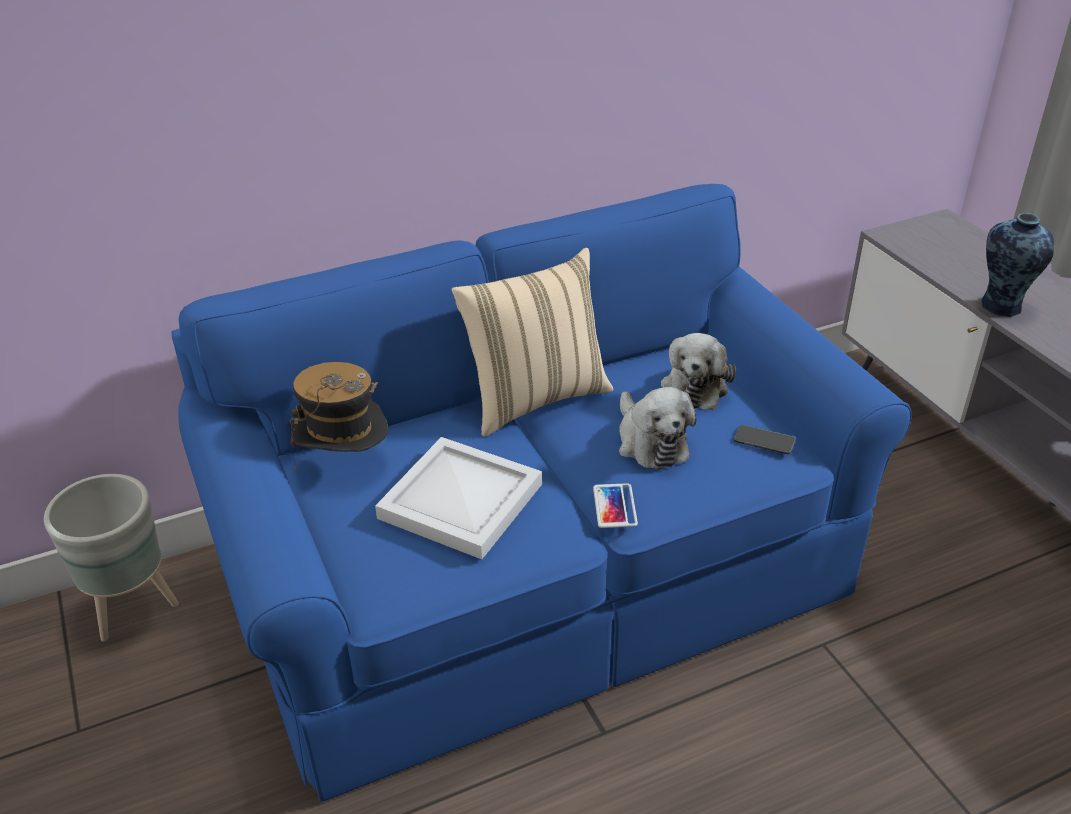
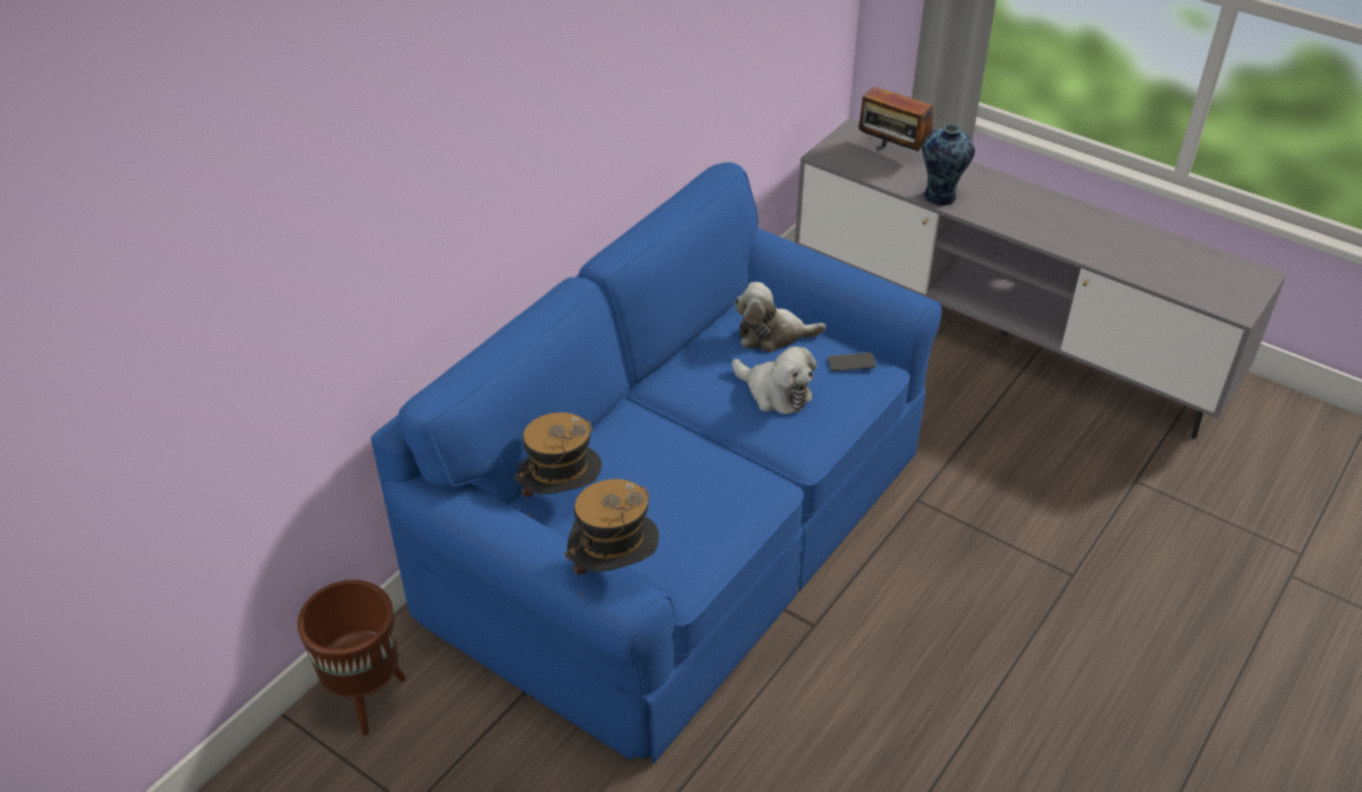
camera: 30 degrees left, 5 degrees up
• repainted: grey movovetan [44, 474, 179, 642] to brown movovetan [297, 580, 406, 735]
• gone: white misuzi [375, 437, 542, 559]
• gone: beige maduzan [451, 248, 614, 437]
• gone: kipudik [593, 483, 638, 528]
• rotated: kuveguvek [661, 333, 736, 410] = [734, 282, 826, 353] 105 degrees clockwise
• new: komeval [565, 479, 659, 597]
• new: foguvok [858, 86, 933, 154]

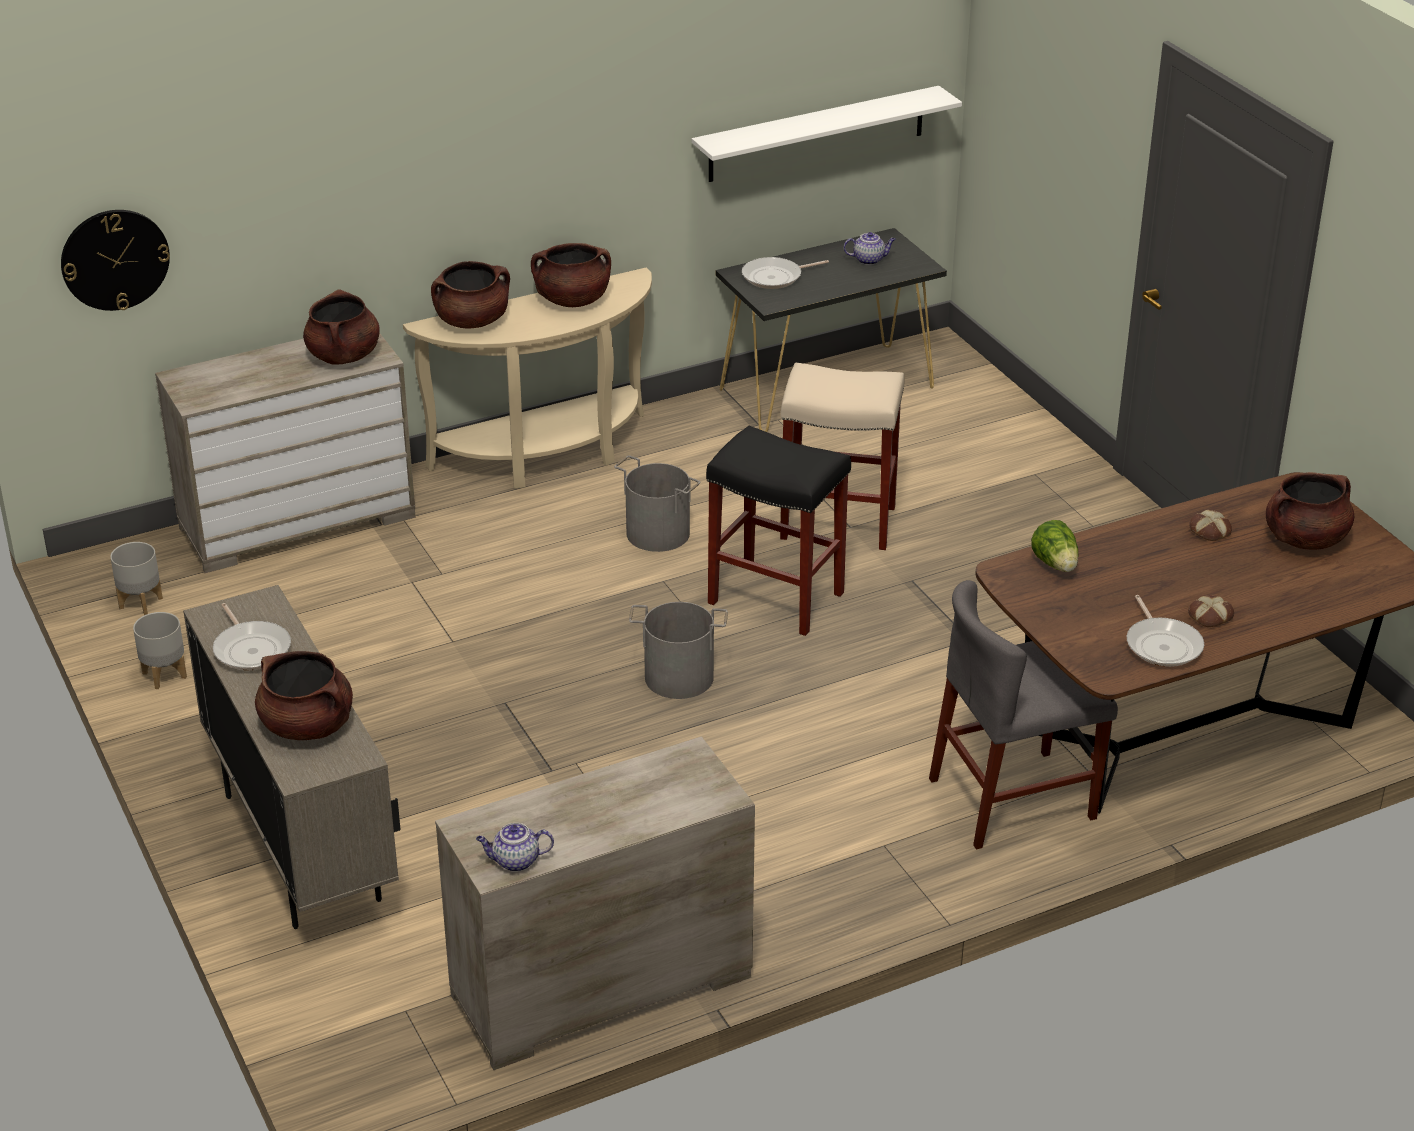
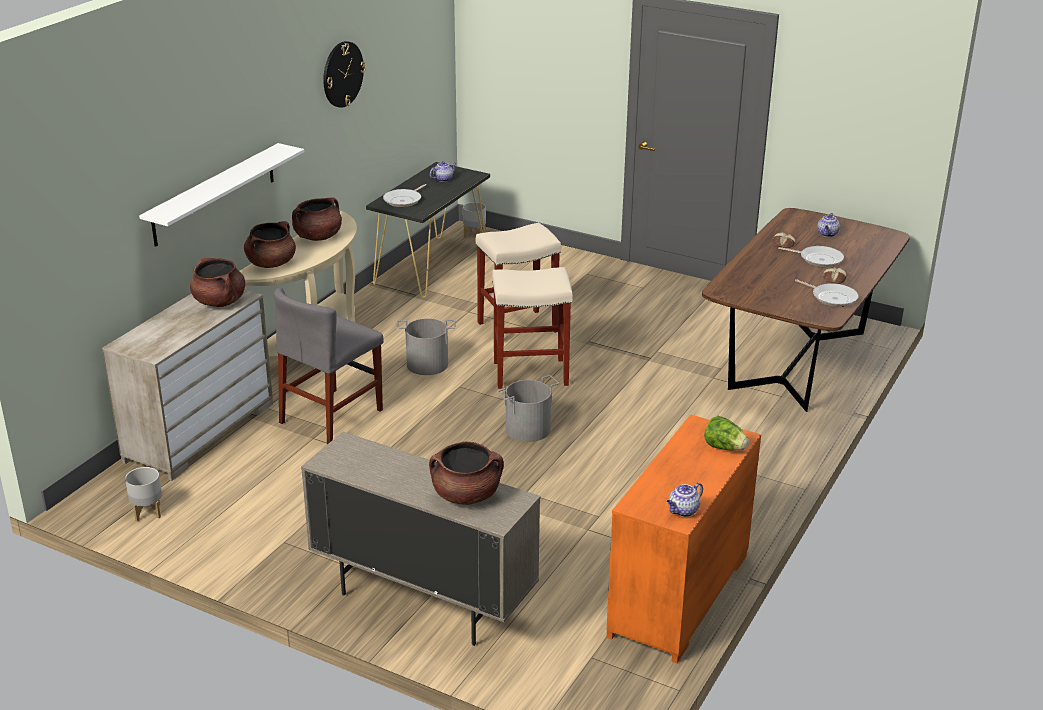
camera: 35 degrees left, 5 degrees down
• shifted: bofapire [61, 210, 170, 311] to [323, 41, 365, 108]
• shifted: grey movovetan [133, 612, 187, 689] to [463, 202, 486, 238]
• shifted: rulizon [213, 603, 291, 670] to [778, 246, 844, 267]
• repainted: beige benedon [435, 737, 755, 1070] to orange benedon [606, 414, 761, 663]
• shifted: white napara [692, 86, 962, 182] to [139, 143, 304, 247]
• repainted: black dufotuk [706, 426, 851, 636] to beige dufotuk [492, 267, 573, 389]
• shifted: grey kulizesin [929, 580, 1118, 850] to [274, 288, 384, 444]
• shifted: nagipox [1031, 520, 1078, 572] to [704, 416, 749, 450]
• swapped: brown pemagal [1266, 472, 1354, 550] to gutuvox [817, 213, 840, 237]

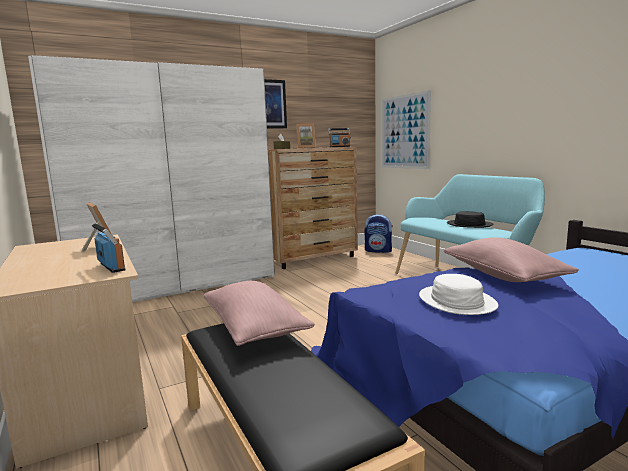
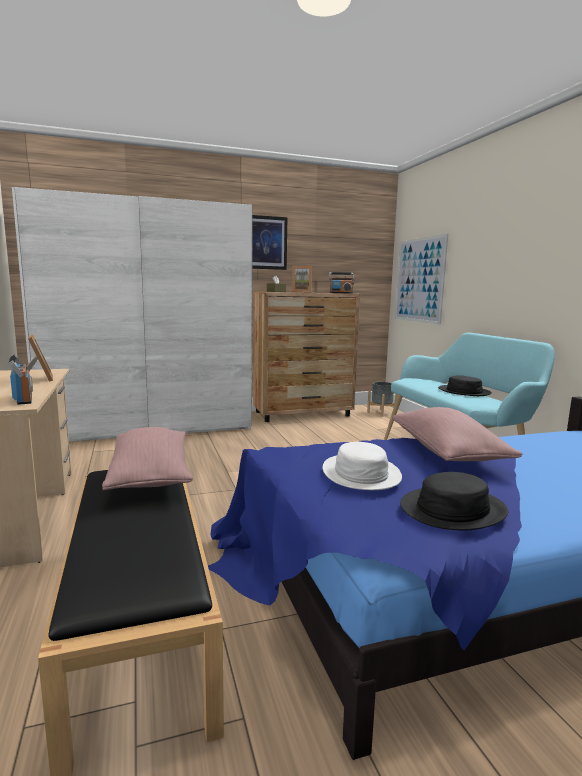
camera: 10 degrees right, 0 degrees up
• swapped: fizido [365, 214, 393, 253] to grey movovetan [367, 382, 398, 417]
• new: black komeval [400, 472, 508, 530]

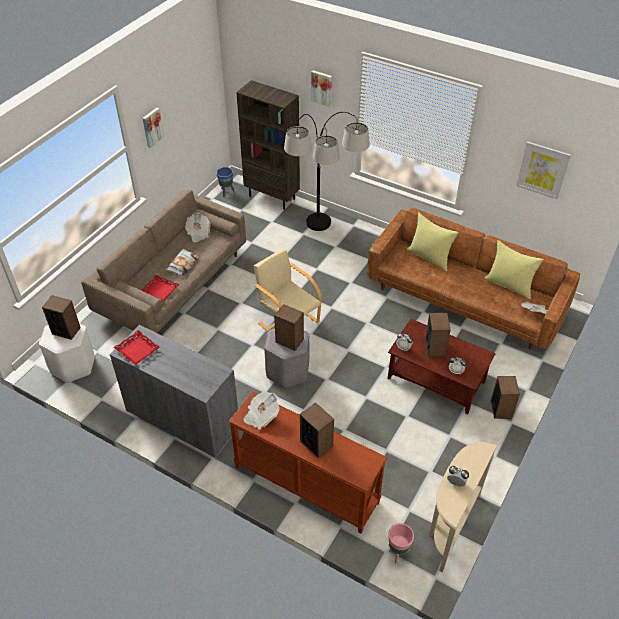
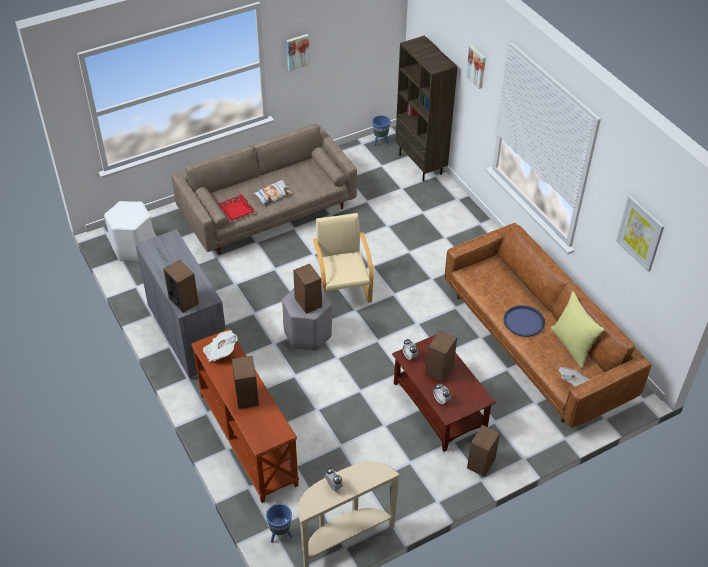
camera: 30 degrees right, 0 degrees up
• shifted: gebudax [42, 295, 81, 340] to [163, 260, 199, 313]
• gone: red misuzi [114, 330, 160, 365]
• gone: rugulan [185, 213, 211, 242]
• gone: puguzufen [284, 112, 370, 231]
• repainted: pink movovetan [388, 523, 414, 564] to blue movovetan [266, 504, 292, 543]
• gone: yellow maduzan [406, 213, 459, 271]
• new: blue misuzi [504, 305, 545, 337]

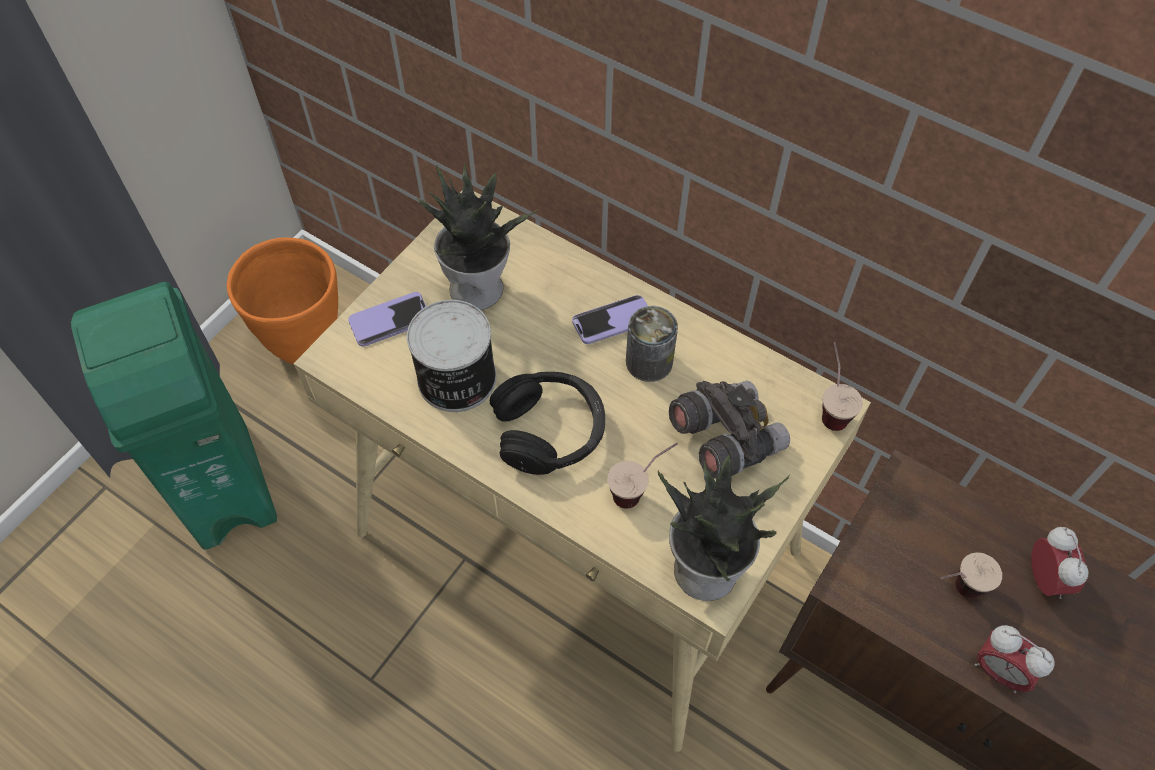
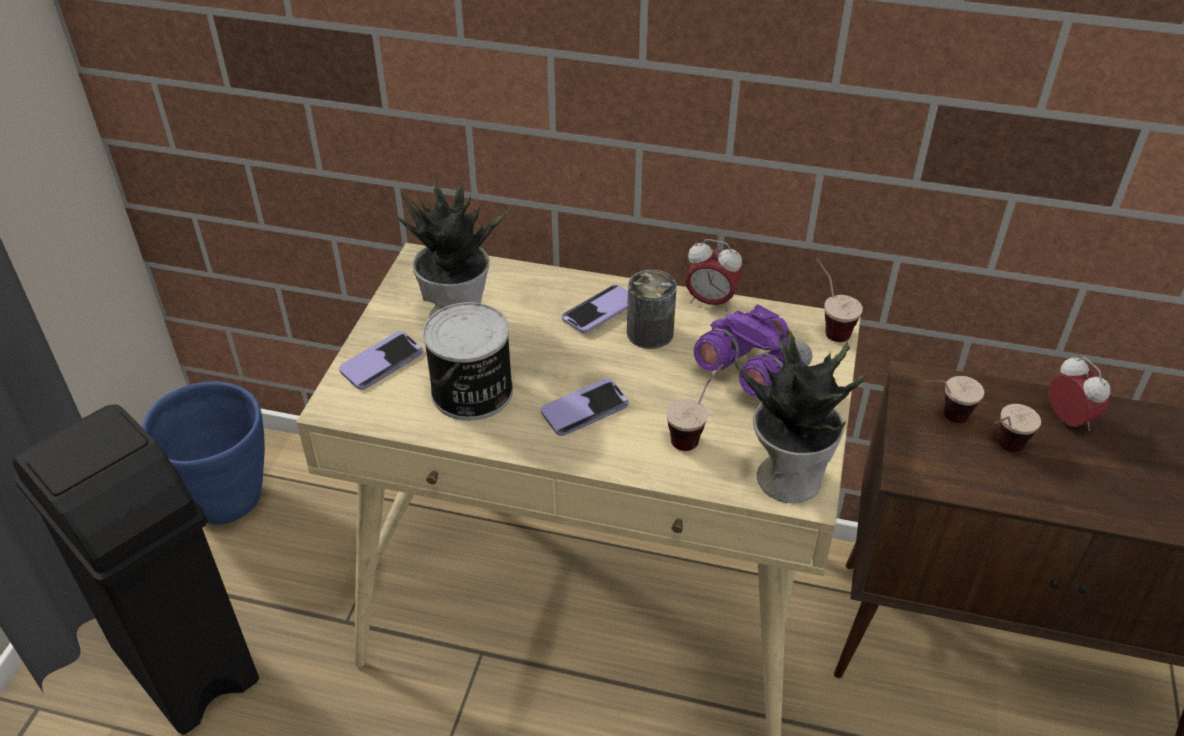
camera: 20 degrees left, 15 degrees down
• repainted: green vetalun [71, 282, 277, 550] to black vetalun [13, 404, 259, 735]
• repainted: orange movovetan [227, 237, 338, 365] to blue movovetan [141, 381, 265, 525]
• swapped: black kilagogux [490, 372, 605, 475] to kipudik [541, 378, 629, 436]
• repainted: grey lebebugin [669, 380, 790, 479] to purple lebebugin [694, 304, 812, 397]
• shifted: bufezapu [975, 625, 1054, 693] to [685, 239, 742, 311]
• new: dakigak [925, 376, 984, 423]

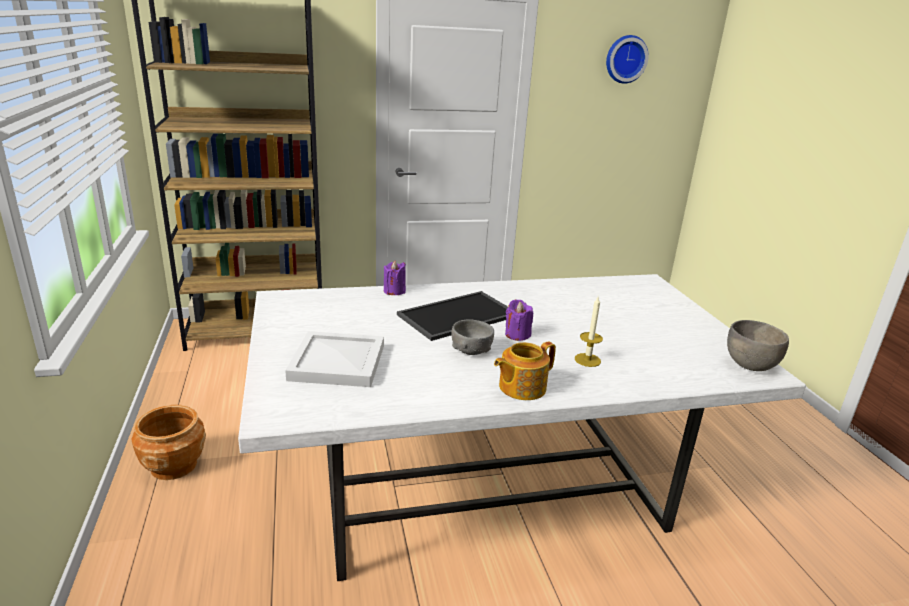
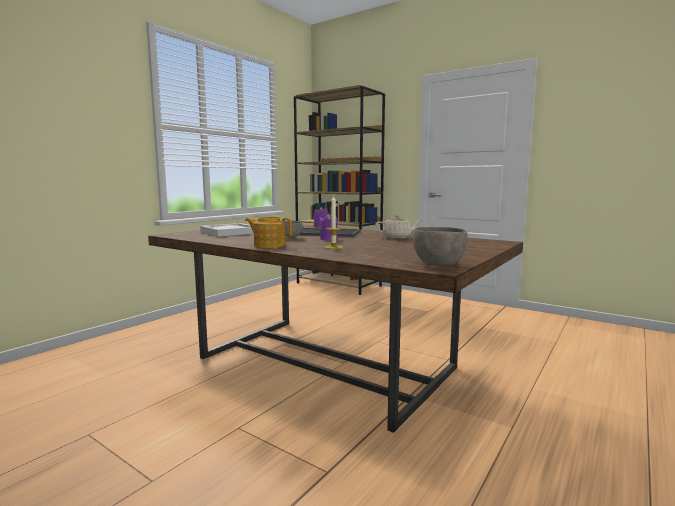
camera: 50 degrees right, 15 degrees down
• gone: brown movovetan [131, 405, 206, 480]
• repainted: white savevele [238, 274, 806, 581] to brown savevele [148, 224, 523, 433]
• gone: bofapire [606, 35, 649, 84]
• new: beige gutuvox [375, 215, 423, 239]

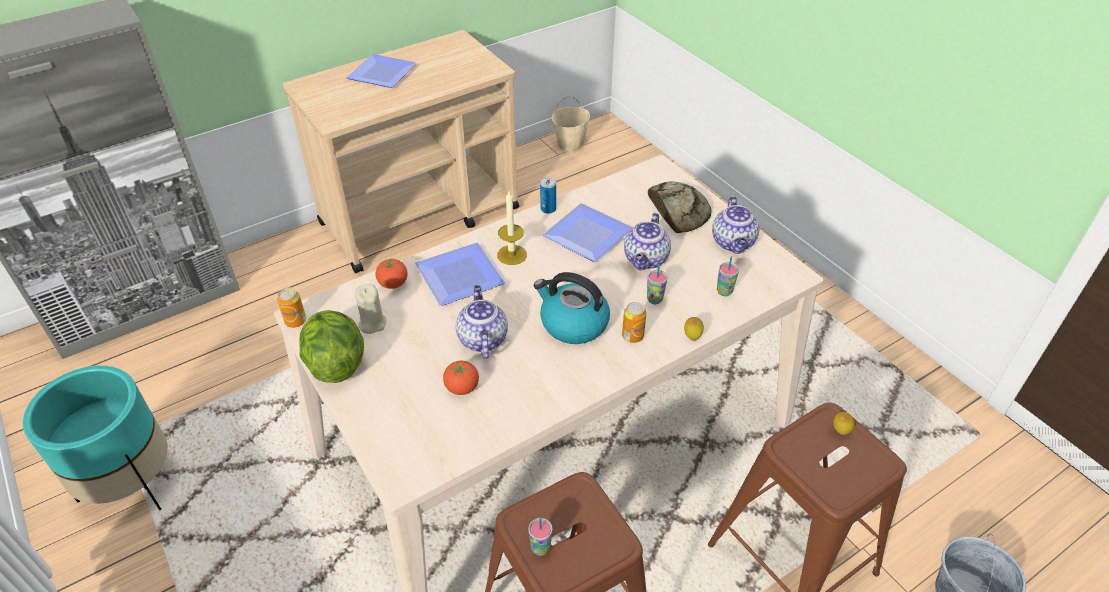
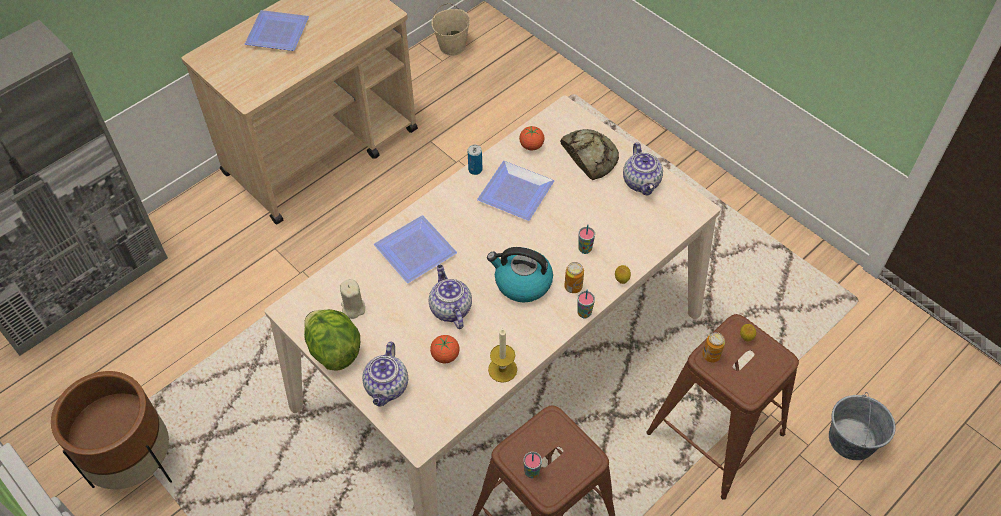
camera: 10 degrees left, 10 degrees up
• repainted: turquoise movovetan [23, 366, 168, 510] to brown movovetan [51, 371, 172, 489]
• shifted: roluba [277, 287, 306, 328] to [702, 332, 725, 362]
• shifted: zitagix [376, 258, 407, 289] to [519, 126, 545, 150]
• shifted: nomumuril [497, 191, 527, 265] to [488, 328, 517, 383]
• shifted: gutuvox [624, 213, 671, 270] to [362, 342, 408, 407]
• shifted: dakigak [717, 256, 739, 296] to [577, 290, 595, 318]

